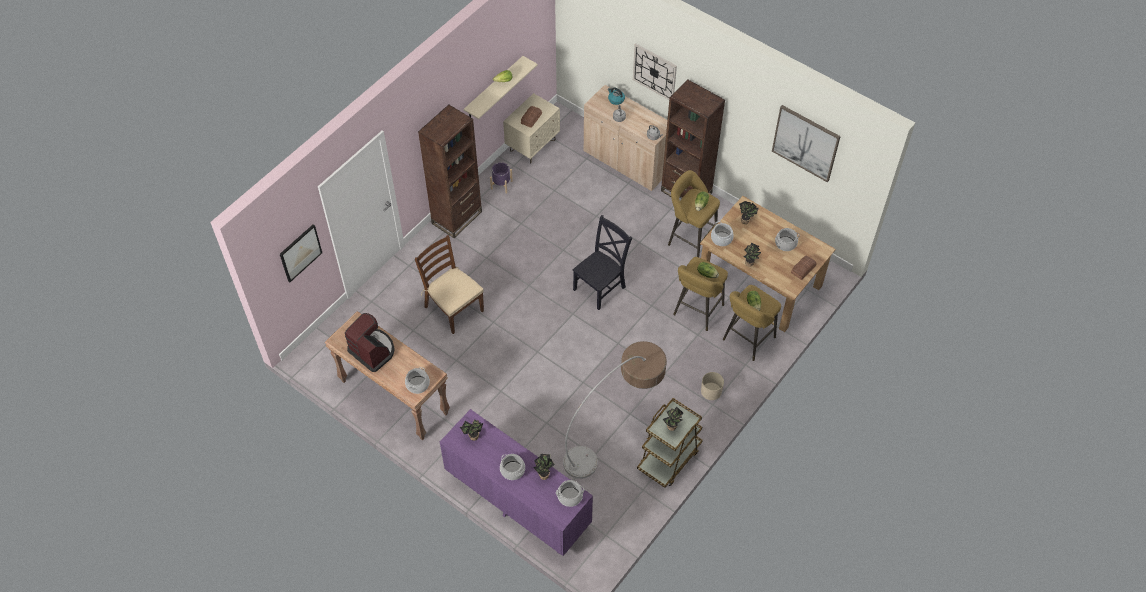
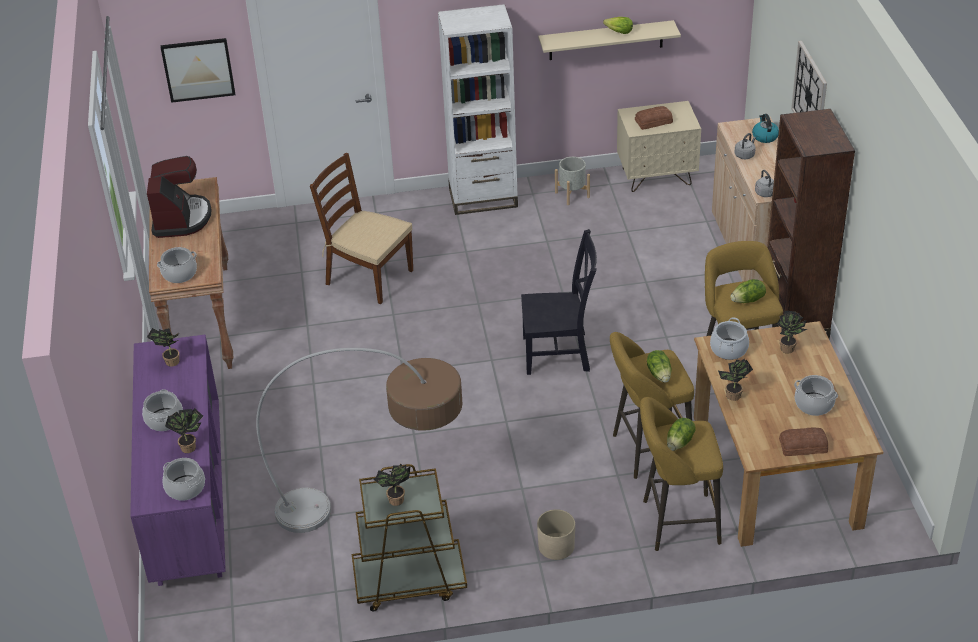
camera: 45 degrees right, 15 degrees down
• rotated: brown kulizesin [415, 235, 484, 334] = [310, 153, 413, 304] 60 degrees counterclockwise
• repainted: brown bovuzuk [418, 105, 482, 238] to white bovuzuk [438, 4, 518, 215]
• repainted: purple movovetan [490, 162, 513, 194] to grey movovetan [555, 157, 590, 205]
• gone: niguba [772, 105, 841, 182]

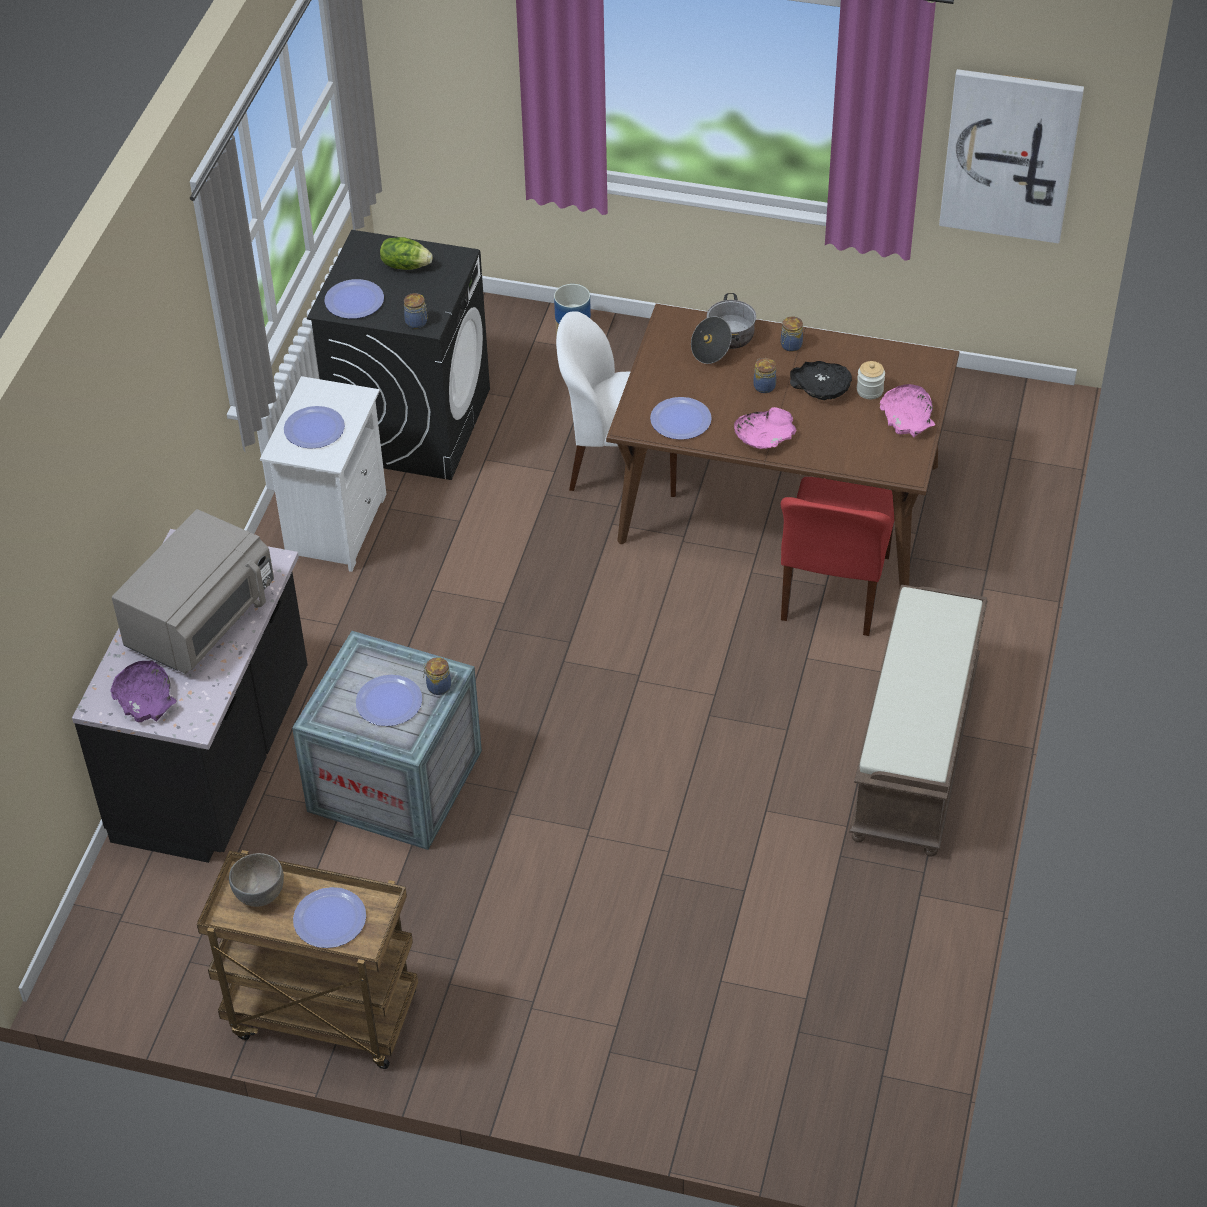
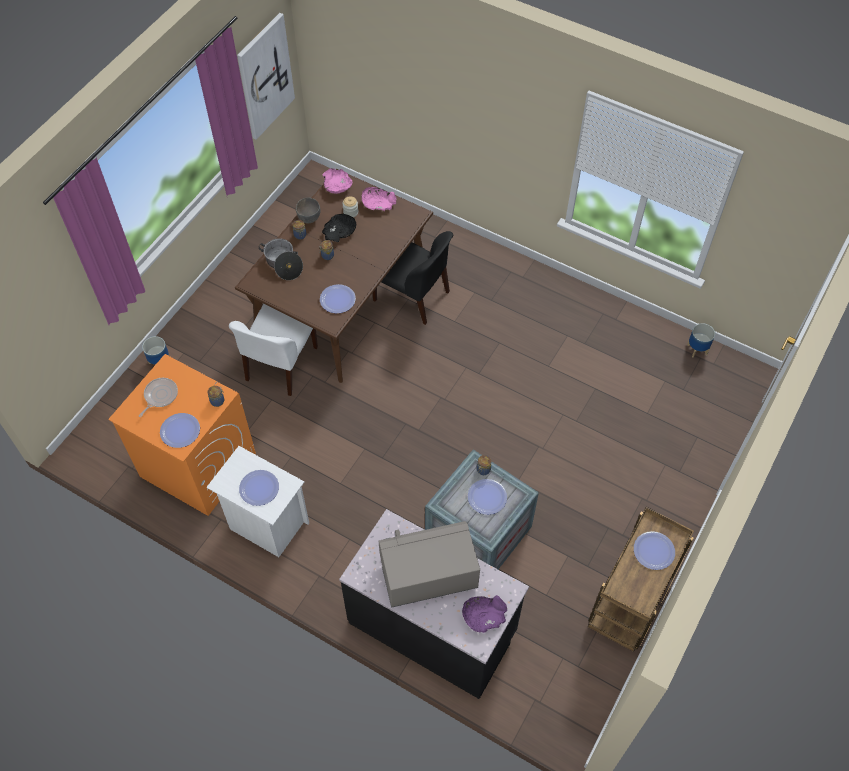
camera: 75 degrees left, 10 degrees up
• rotated: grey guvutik [112, 509, 274, 674] = [379, 521, 480, 608] 60 degrees counterclockwise
• shifted: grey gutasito [229, 853, 284, 907] to [296, 197, 321, 223]
• repainted: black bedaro [307, 230, 490, 480] to orange bedaro [108, 354, 256, 516]
• swapped: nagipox [380, 237, 433, 270] to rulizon [139, 378, 178, 417]
• shifted: pink gutasito [734, 407, 796, 449] to [323, 168, 353, 194]
• repainted: red kulizesin [781, 477, 894, 636] to black kulizesin [372, 231, 453, 325]
• gone: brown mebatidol [849, 584, 988, 857]
• new: movovetan [687, 323, 715, 358]

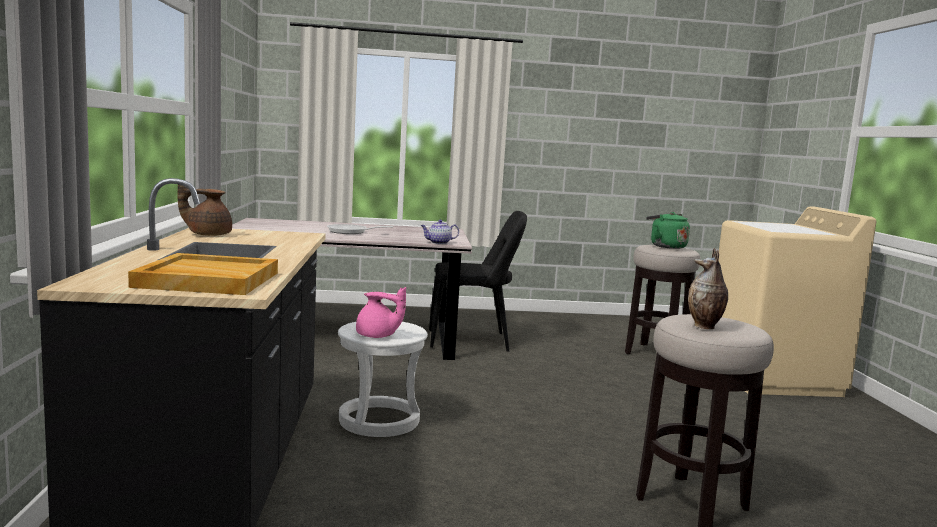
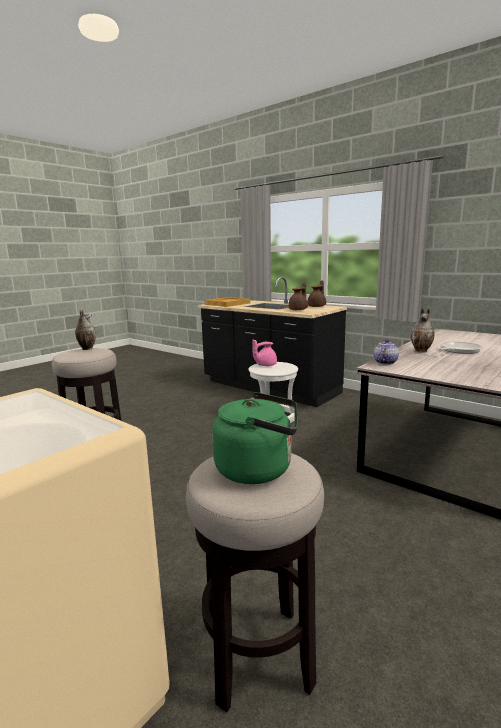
camera: 135 degrees right, 5 degrees up
• gone: black kulizesin [429, 211, 527, 352]
• new: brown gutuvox [288, 282, 308, 310]
• new: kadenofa [411, 308, 435, 352]

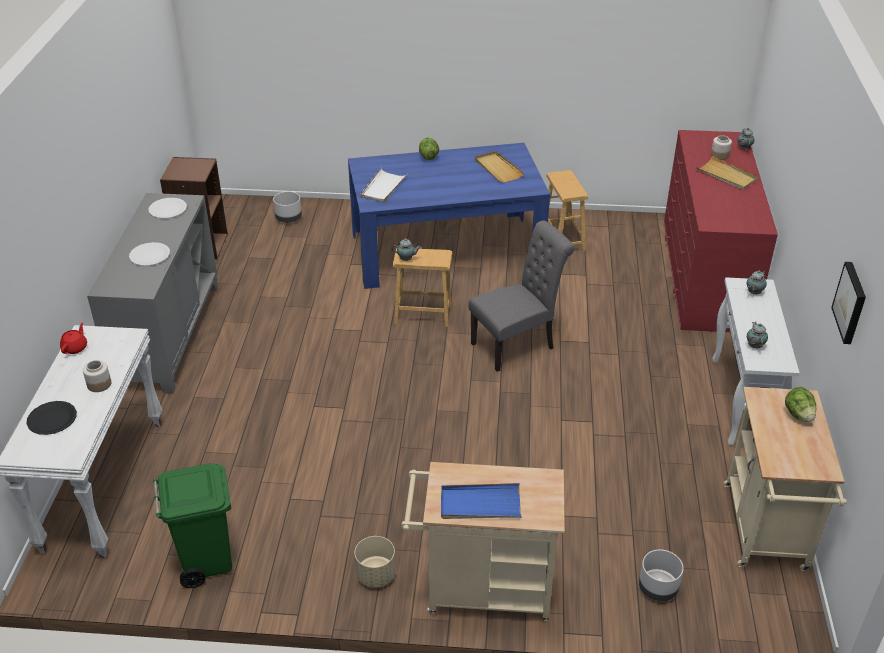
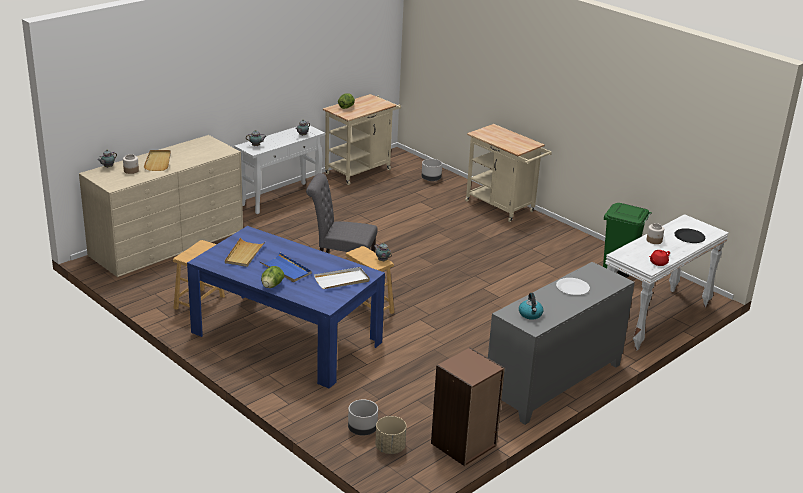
camera: 140 degrees left, 10 degrees down
• swapped: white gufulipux [148, 198, 187, 218] to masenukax [519, 293, 543, 320]
• shifted: beige movovetan [354, 536, 396, 588] to [375, 416, 406, 454]
• shifted: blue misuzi [441, 483, 522, 519] to [260, 253, 312, 282]
• repainted: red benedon [664, 130, 778, 332] to beige benedon [79, 135, 243, 277]
• gone: niguba [831, 261, 866, 344]

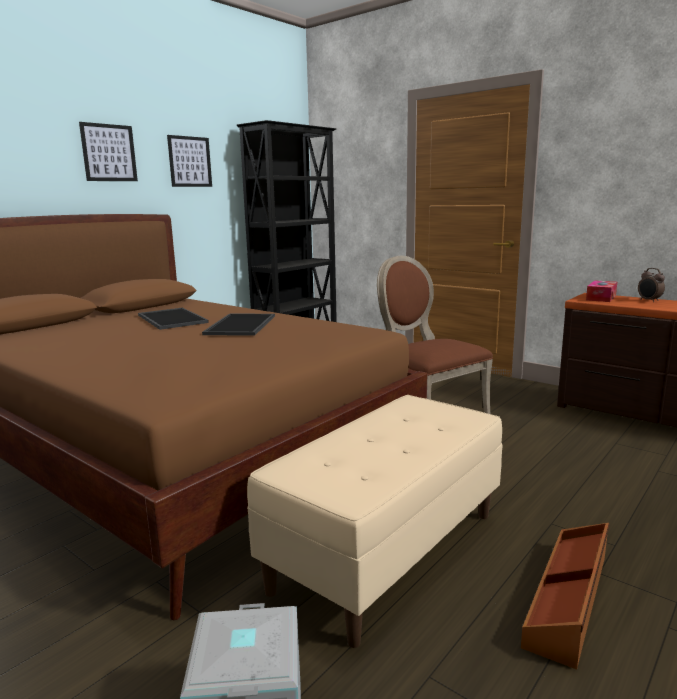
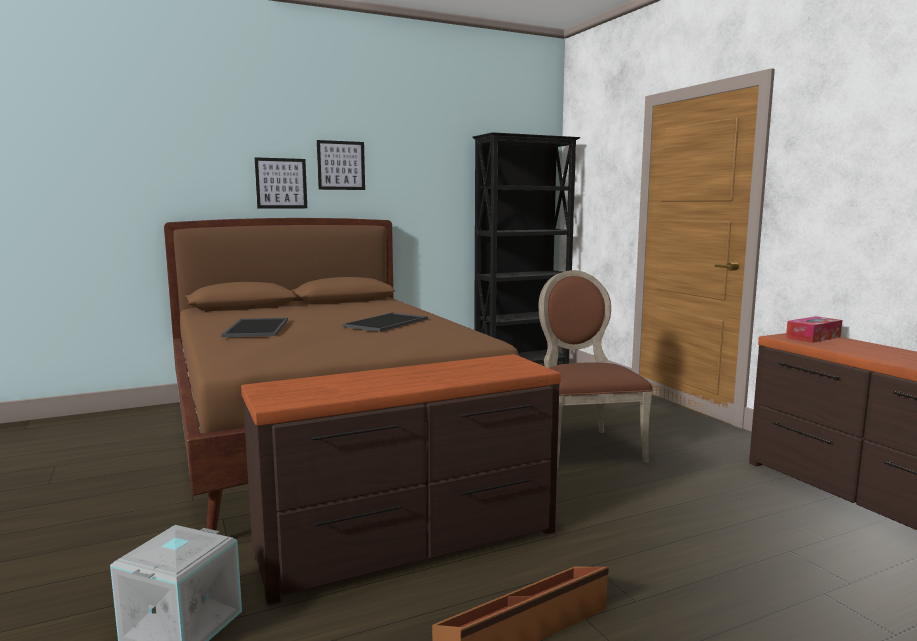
camera: 25 degrees right, 5 degrees down
• shifted: misuzi [138, 308, 209, 330] to [221, 318, 288, 337]
• shifted: niguba [167, 135, 212, 187] to [255, 157, 307, 208]
• swapped: beige mebatidol [247, 395, 503, 648] to brown benedon [241, 354, 561, 605]
• gone: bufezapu [638, 268, 665, 302]

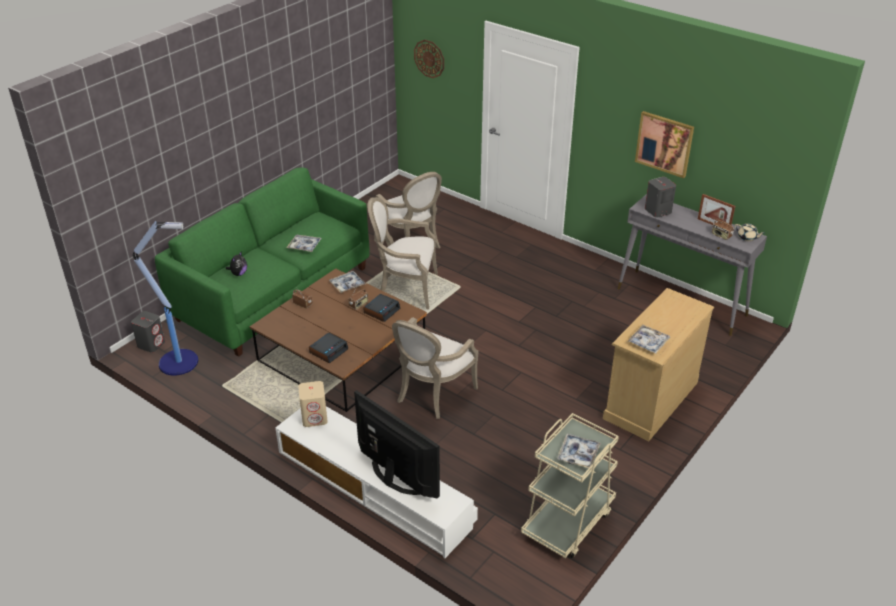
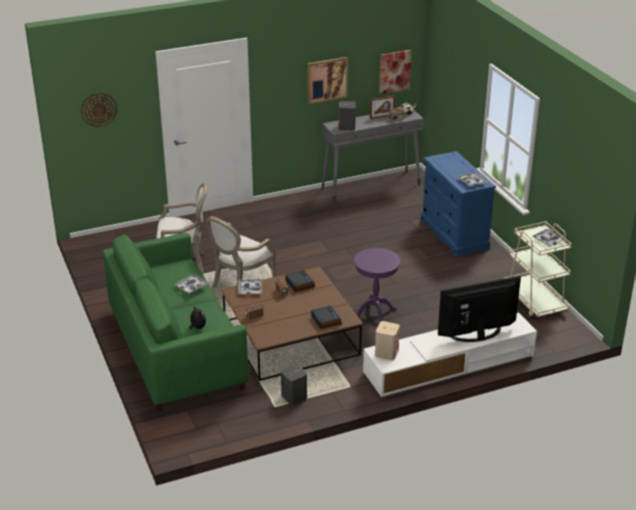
camera: 60 degrees left, 5 degrees down
• shifted: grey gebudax [131, 311, 165, 353] to [281, 364, 307, 405]
• gone: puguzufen [133, 221, 198, 376]
• swapped: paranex [392, 317, 478, 419] to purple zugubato [354, 248, 400, 322]
• repainted: beige benedon [603, 288, 714, 442] to blue benedon [421, 151, 496, 257]
• new: niguba [379, 50, 412, 94]

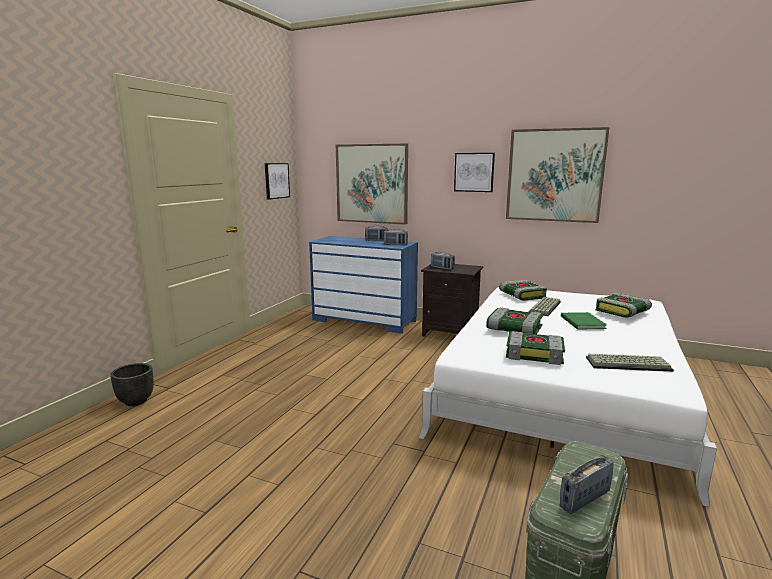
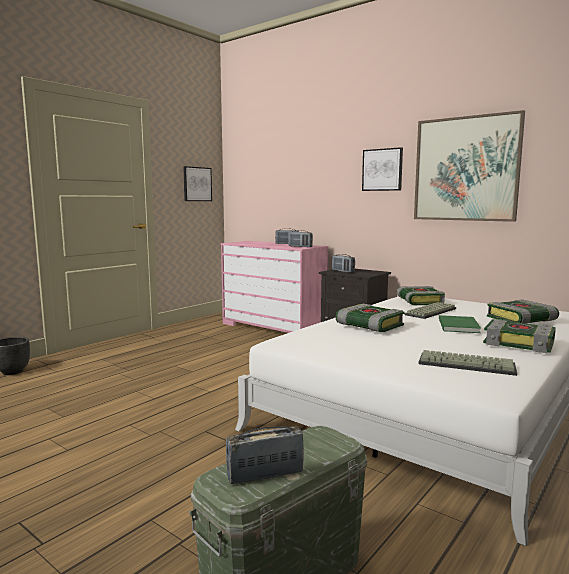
camera: 15 degrees right, 5 degrees down
• repainted: blue benedon [309, 236, 418, 334] to pink benedon [221, 241, 328, 333]
• gone: niguba [336, 144, 408, 225]
• shifted: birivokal [506, 331, 565, 365] to [483, 319, 556, 353]

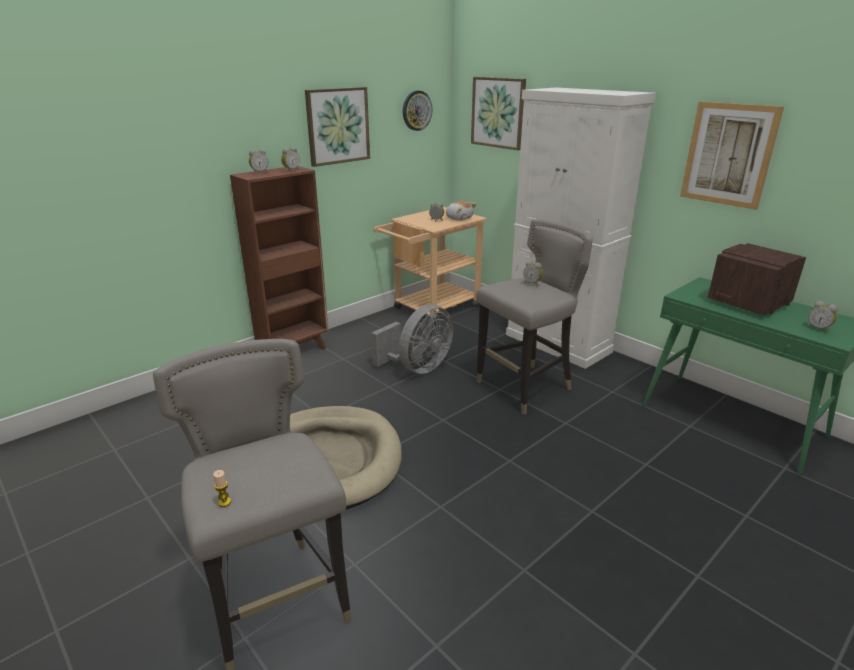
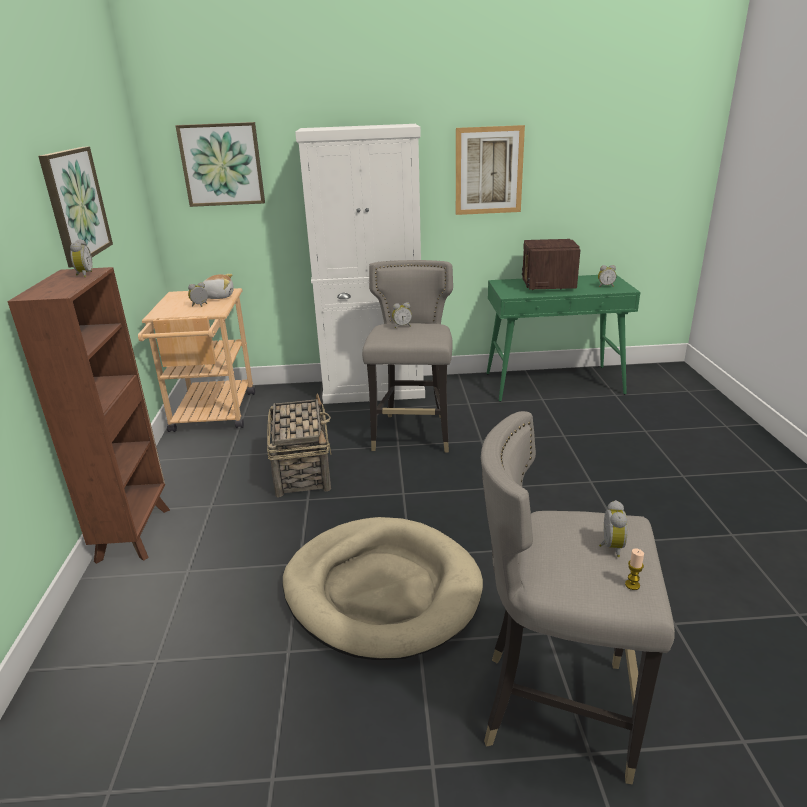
camera: 50 degrees left, 0 degrees up
• shifted: bufezapu [249, 149, 268, 174] to [599, 500, 628, 557]
• swapped: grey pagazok [371, 305, 453, 374] to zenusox [267, 393, 332, 497]
• gone: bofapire [403, 91, 433, 131]

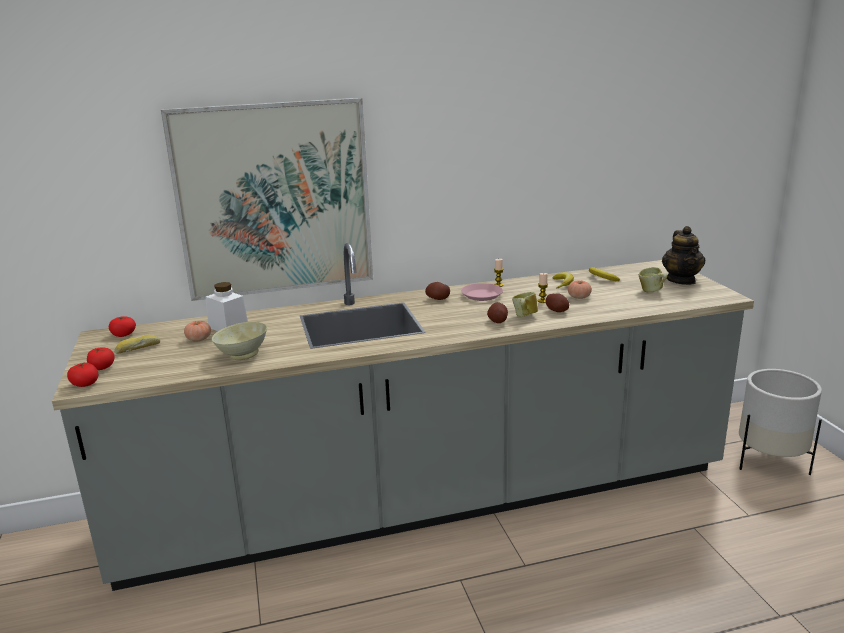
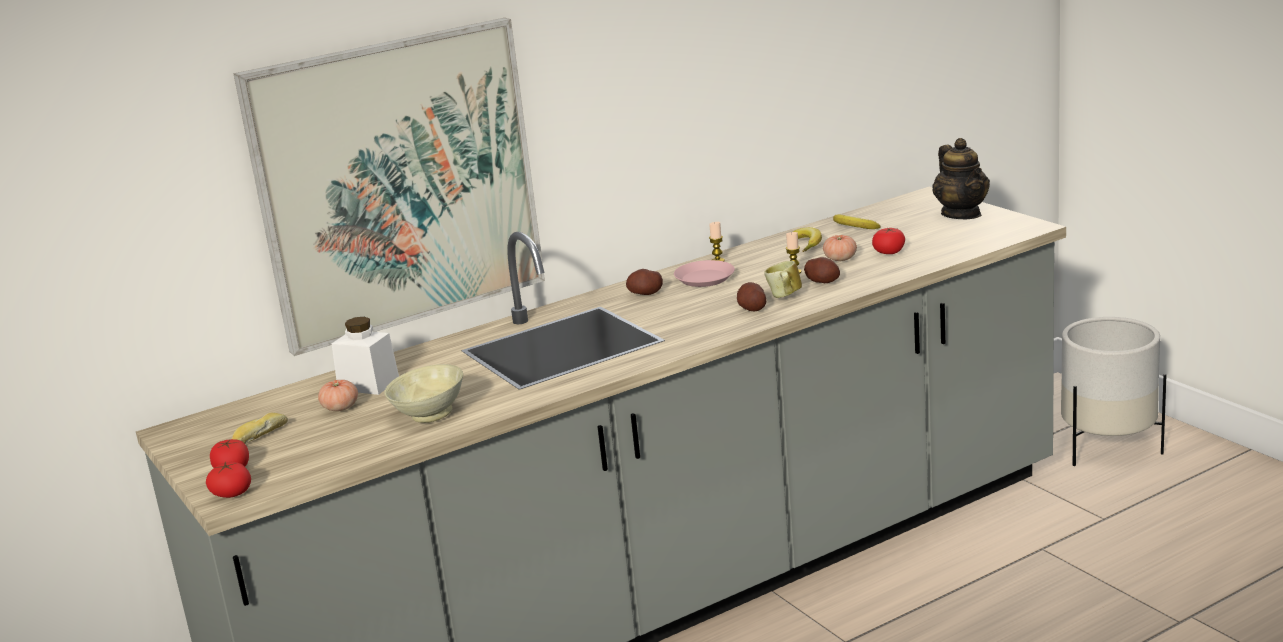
camera: 15 degrees left, 0 degrees up
• shifted: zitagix [109, 316, 136, 337] to [872, 228, 905, 254]
• gone: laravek [639, 267, 667, 292]

